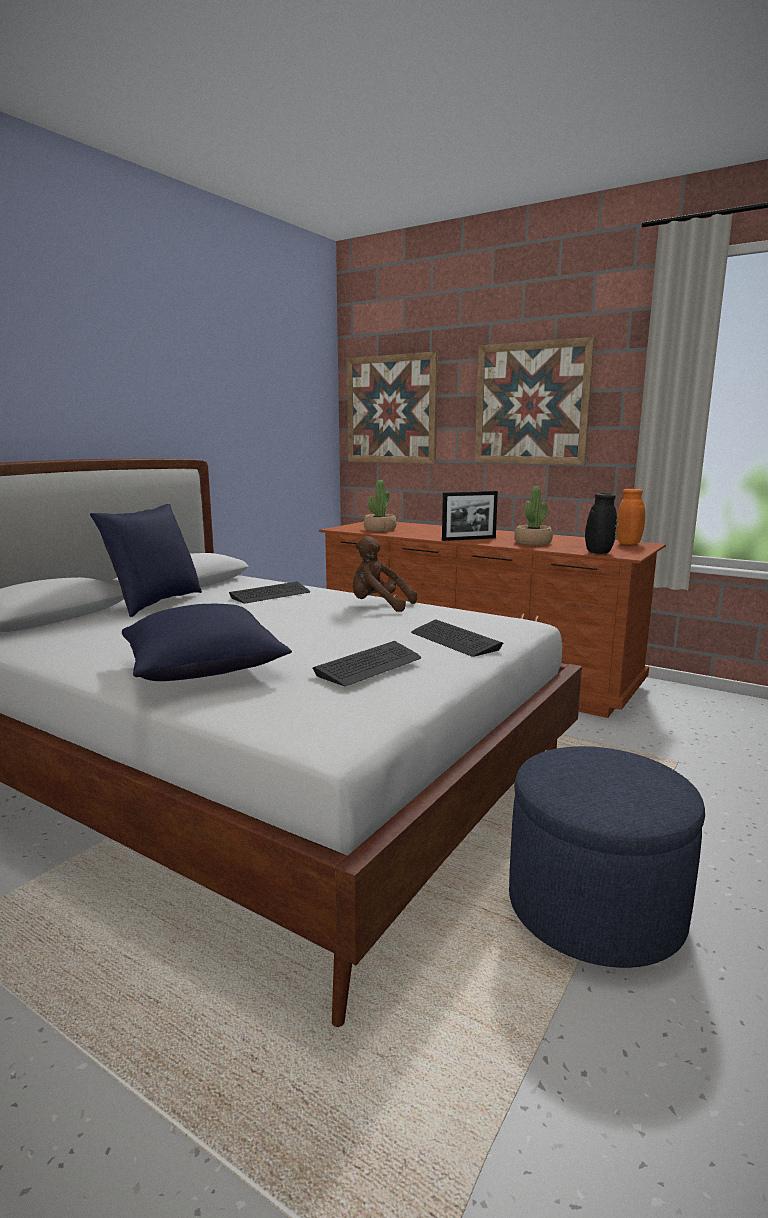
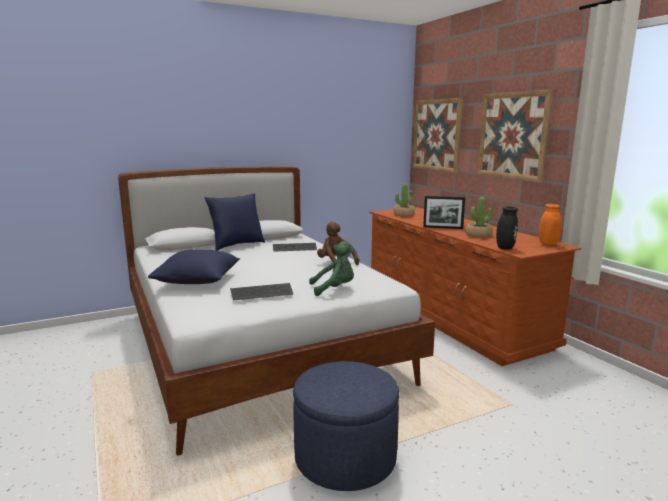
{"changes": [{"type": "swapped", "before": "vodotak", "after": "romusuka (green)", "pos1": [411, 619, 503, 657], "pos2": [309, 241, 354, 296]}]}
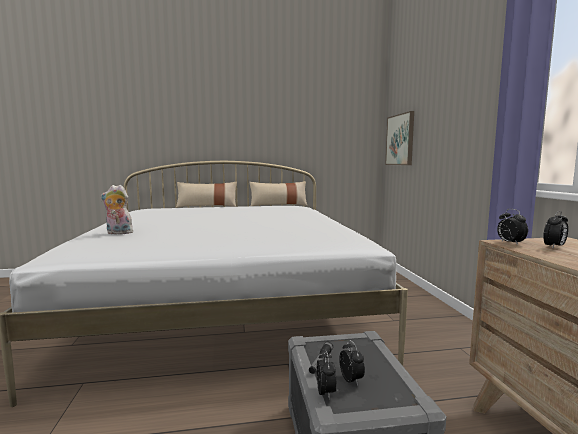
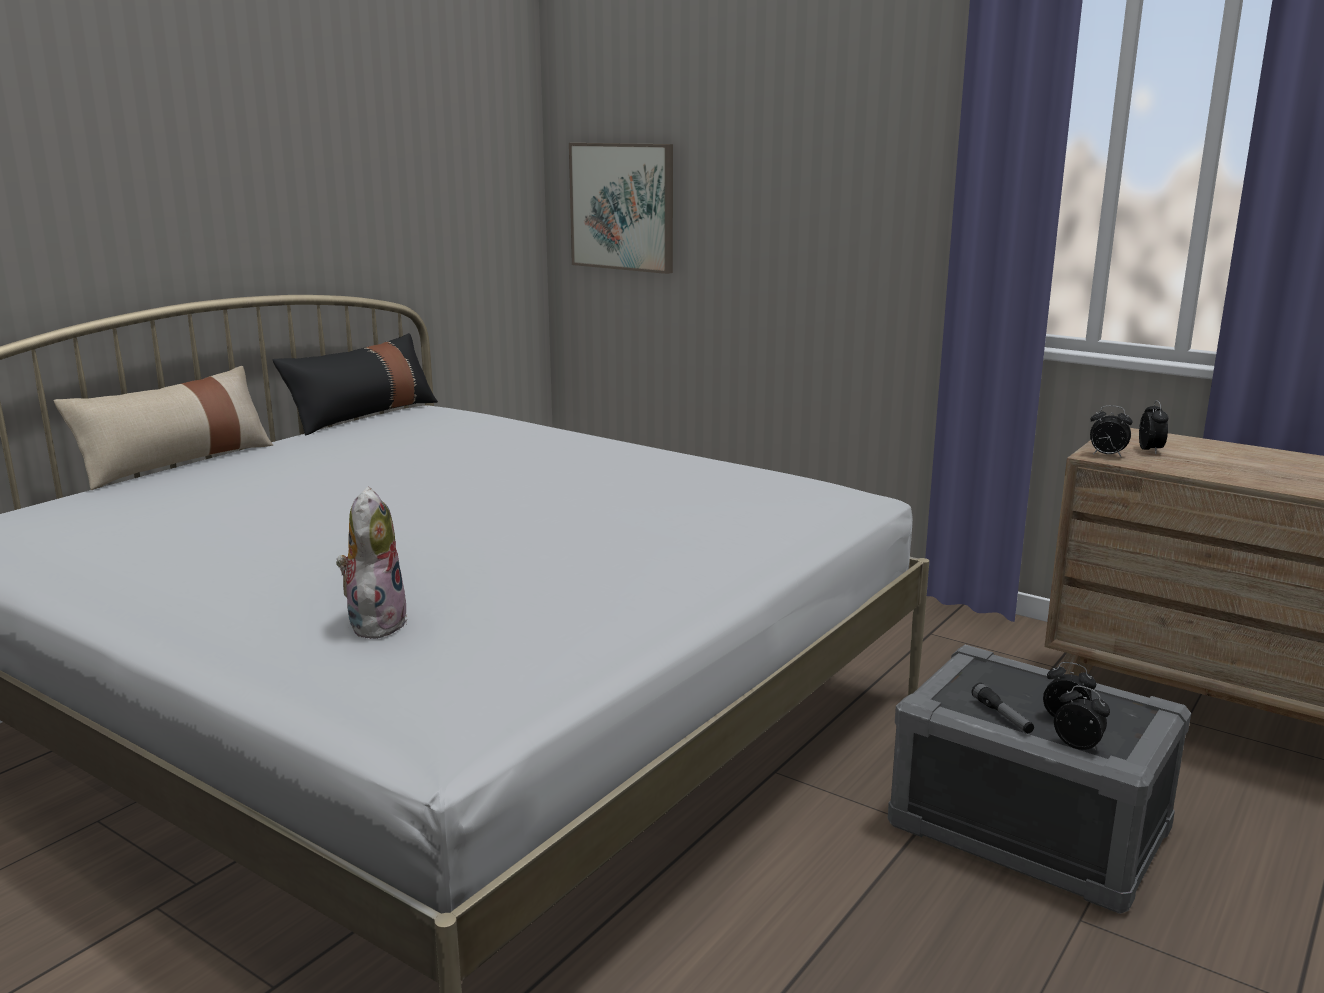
{"changes": [{"type": "rotated", "before": "romusuka", "pos1": [101, 185, 133, 234], "pos2": [336, 487, 407, 639], "turn": 135}, {"type": "repainted", "before": "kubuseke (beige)", "after": "kubuseke (black)", "pos1": [249, 181, 308, 206], "pos2": [273, 333, 438, 435]}]}
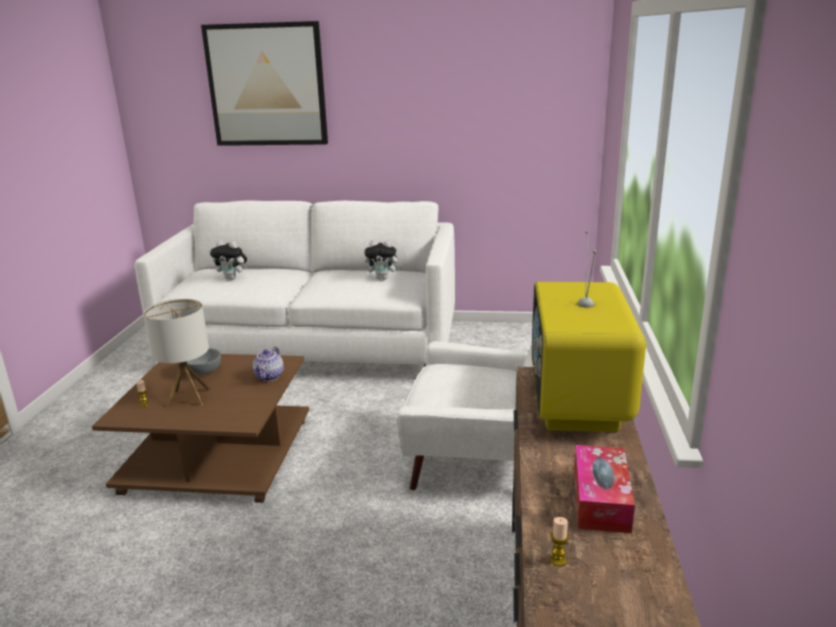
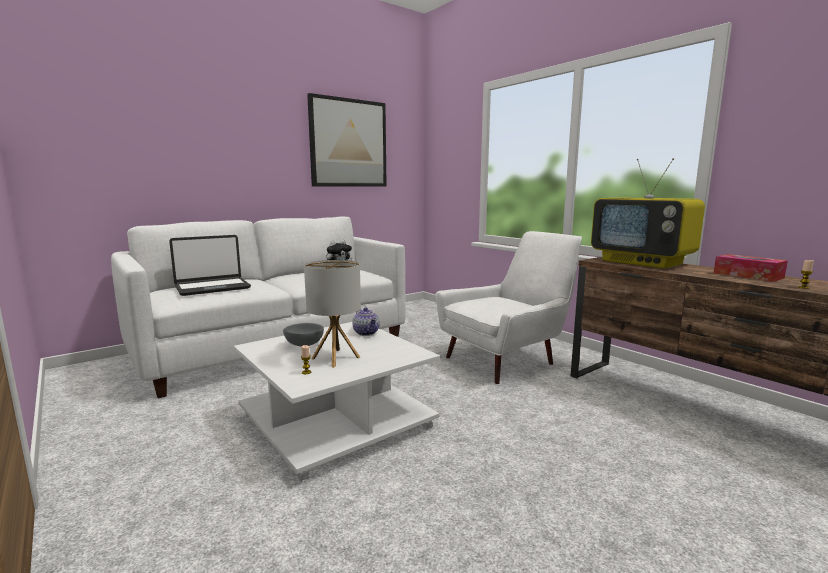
{"changes": [{"type": "repainted", "before": "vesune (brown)", "after": "vesune (white)", "pos1": [92, 354, 309, 503], "pos2": [234, 322, 440, 481]}, {"type": "shifted", "before": "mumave", "pos1": [201, 21, 328, 146], "pos2": [307, 93, 387, 187]}, {"type": "swapped", "before": "romusuka", "after": "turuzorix", "pos1": [210, 241, 248, 280], "pos2": [169, 235, 251, 296]}]}
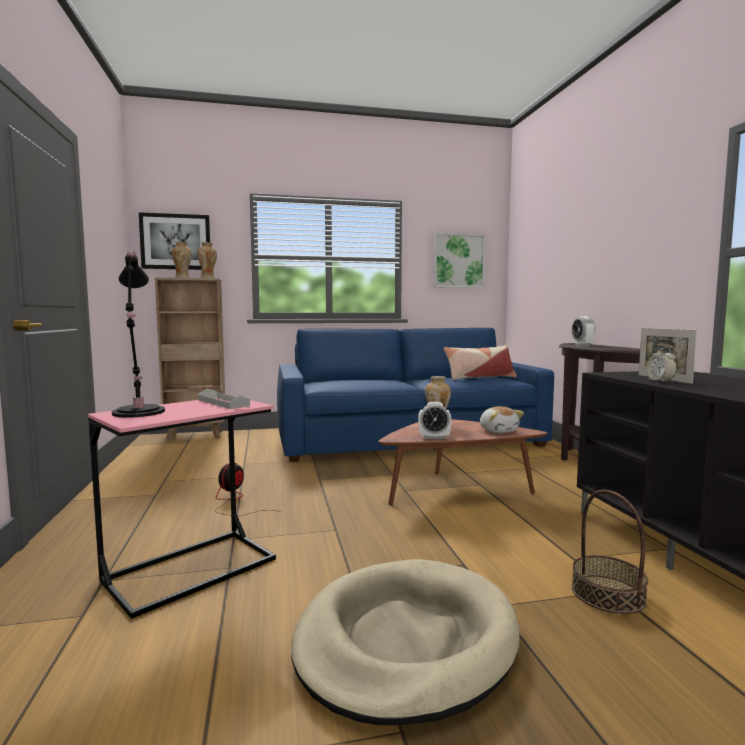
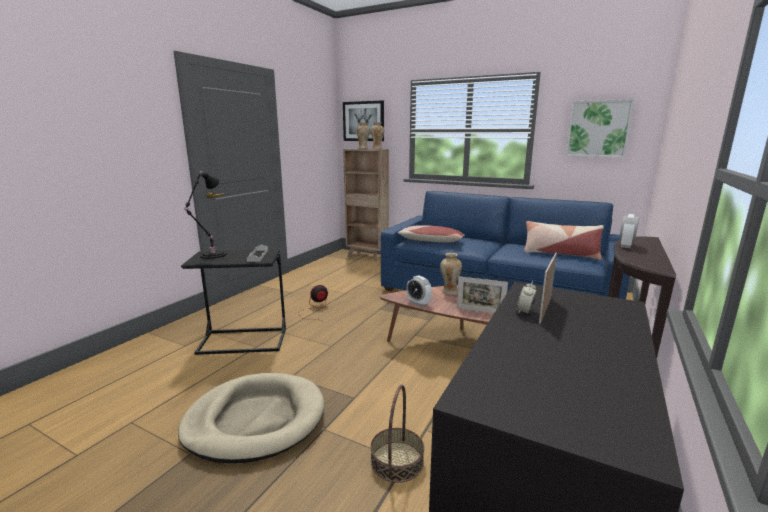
{"changes": [{"type": "repainted", "before": "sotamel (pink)", "after": "sotamel (black)", "pos1": [88, 398, 276, 619], "pos2": [181, 249, 286, 355]}, {"type": "swapped", "before": "romusuka", "after": "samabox", "pos1": [480, 406, 524, 433], "pos2": [457, 276, 508, 313]}, {"type": "new", "after": "kubuseke", "pos2": [398, 225, 465, 242]}]}
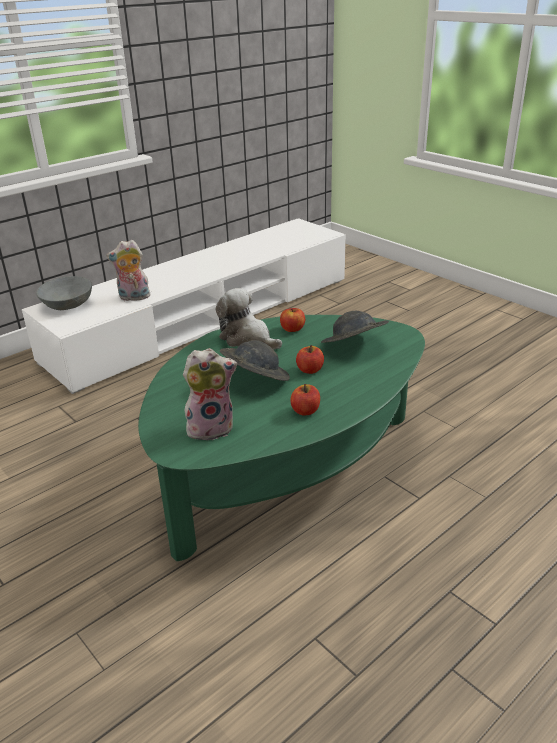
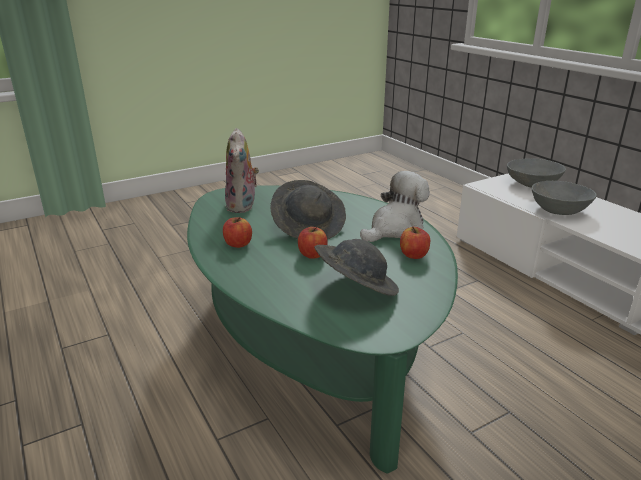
{"changes": [{"type": "swapped", "before": "romusuka", "after": "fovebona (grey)", "pos1": [107, 240, 150, 301], "pos2": [532, 181, 597, 215]}]}
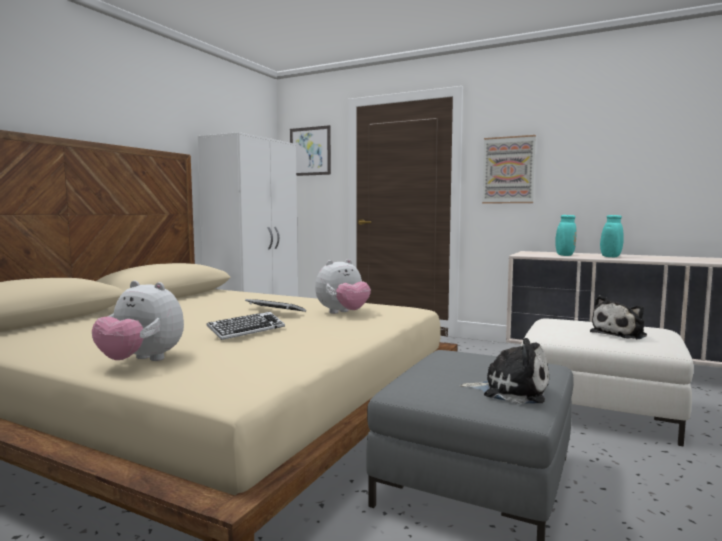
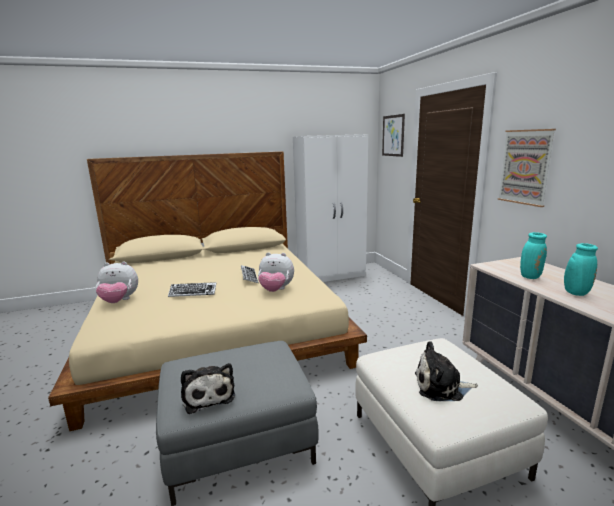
{"changes": [{"type": "rotated", "before": "romusuka", "pos1": [92, 281, 184, 361], "pos2": [96, 261, 138, 303], "turn": -75}]}
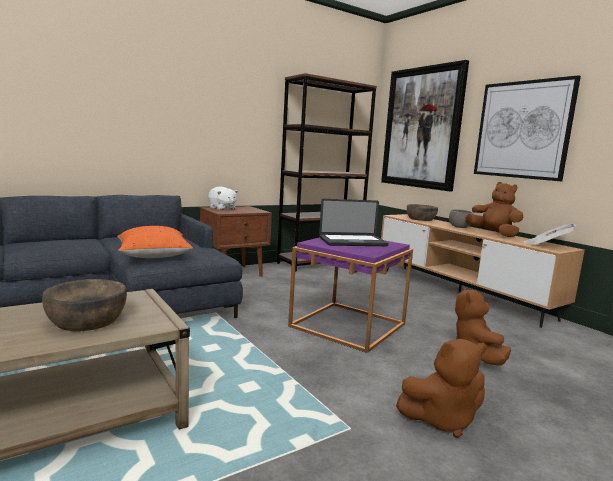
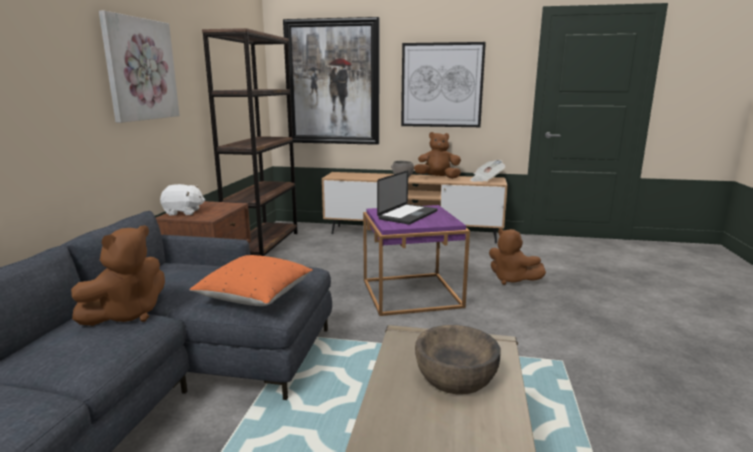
{"changes": [{"type": "shifted", "before": "romusuka (brown)", "pos1": [396, 339, 487, 438], "pos2": [71, 225, 165, 326]}, {"type": "gone", "before": "fovebona (brown)", "pos1": [407, 204, 438, 221]}, {"type": "new", "after": "mumave", "pos2": [99, 11, 180, 123]}]}
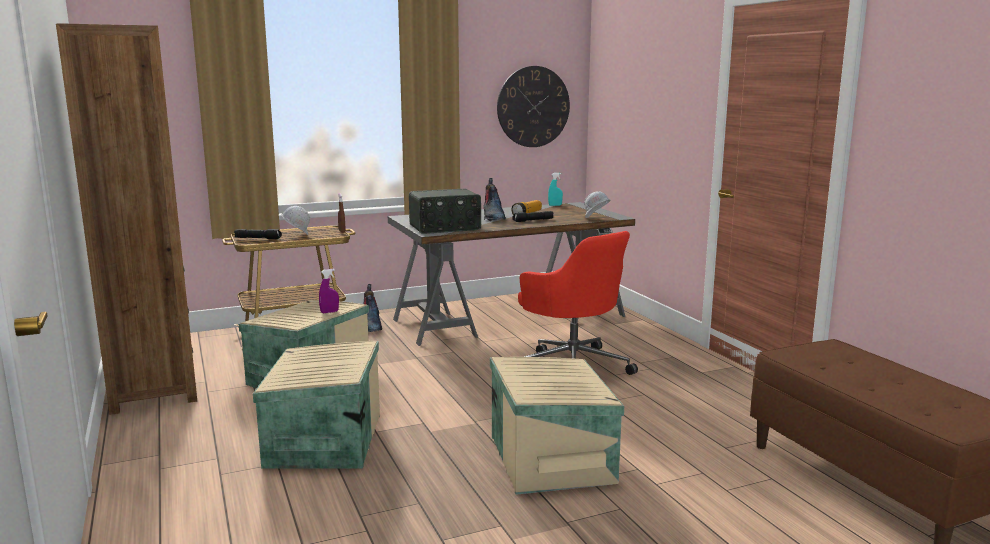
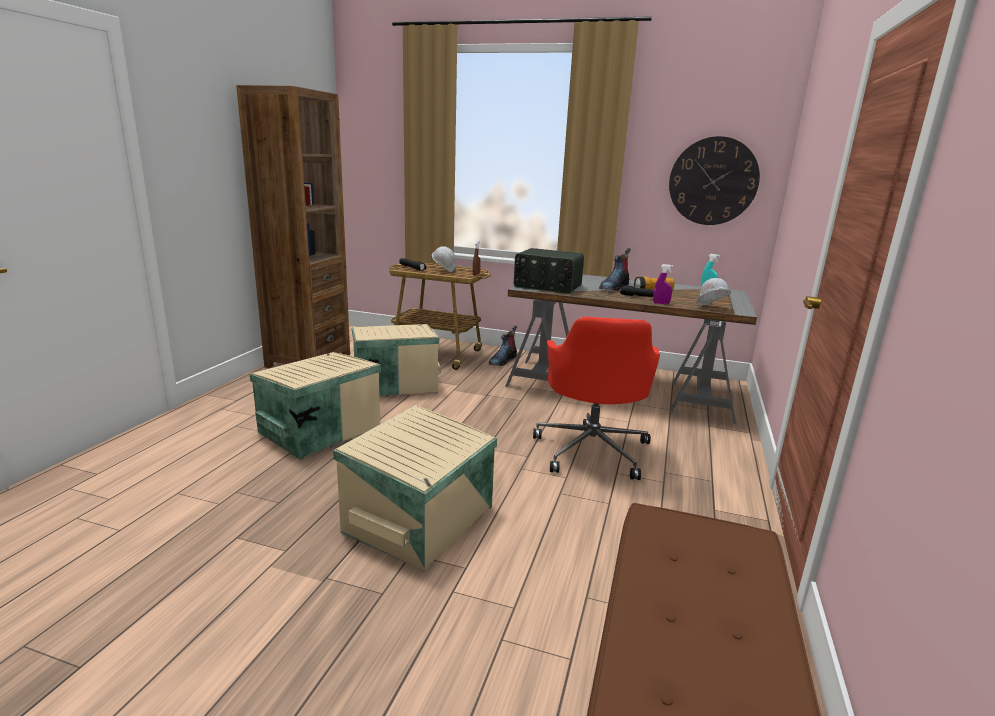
{"changes": [{"type": "shifted", "before": "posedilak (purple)", "pos1": [319, 269, 339, 313], "pos2": [653, 264, 674, 304]}]}
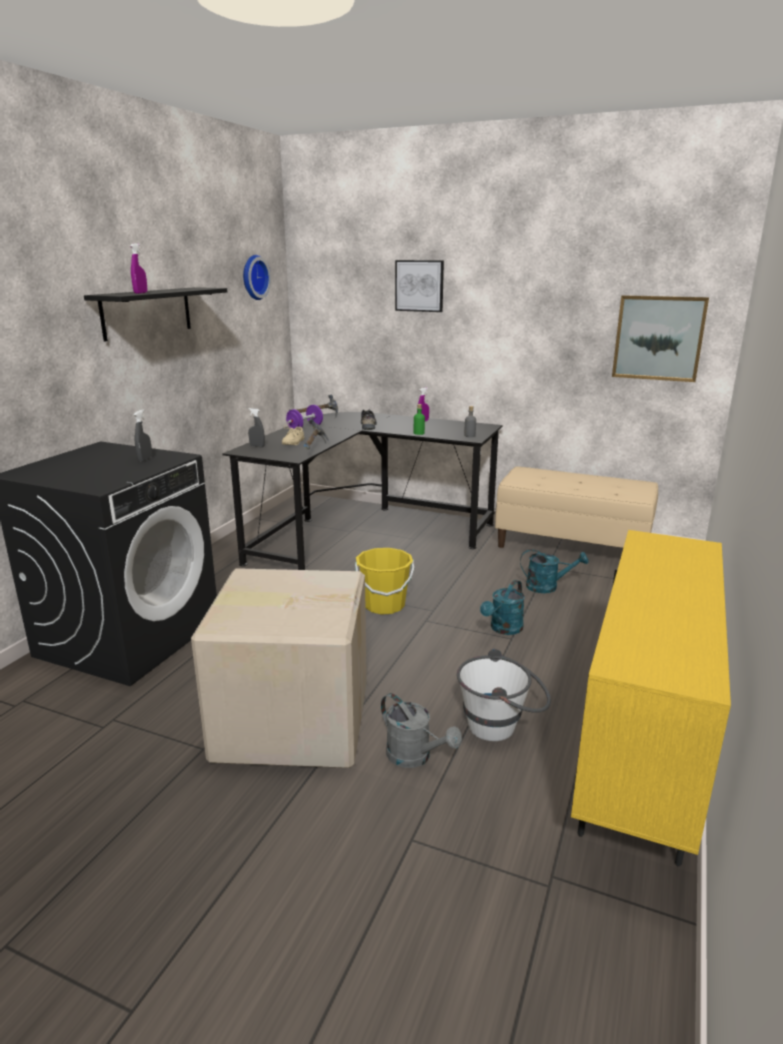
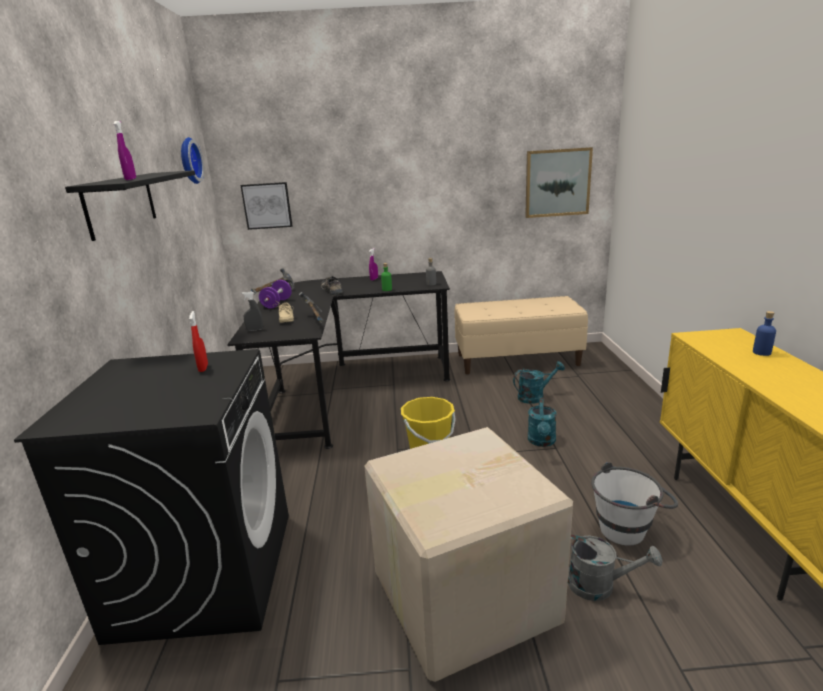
{"changes": [{"type": "repainted", "before": "posedilak (grey)", "after": "posedilak (red)", "pos1": [134, 409, 152, 462], "pos2": [189, 311, 208, 372]}, {"type": "shifted", "before": "mumave", "pos1": [395, 260, 444, 312], "pos2": [240, 182, 293, 230]}, {"type": "new", "after": "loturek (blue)", "pos2": [753, 311, 776, 356]}]}
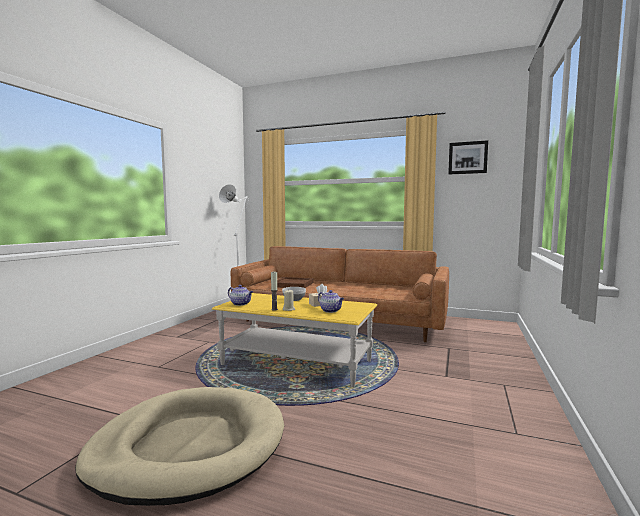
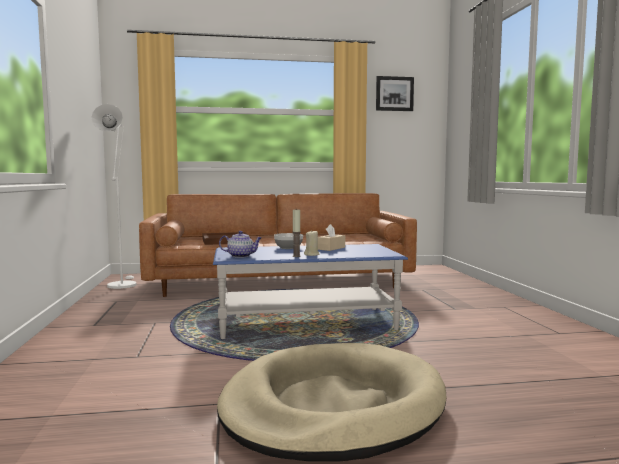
{"changes": [{"type": "repainted", "before": "vesune (yellow)", "after": "vesune (blue)", "pos1": [212, 293, 377, 387], "pos2": [213, 244, 408, 339]}, {"type": "gone", "before": "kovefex", "pos1": [318, 290, 344, 313]}]}
